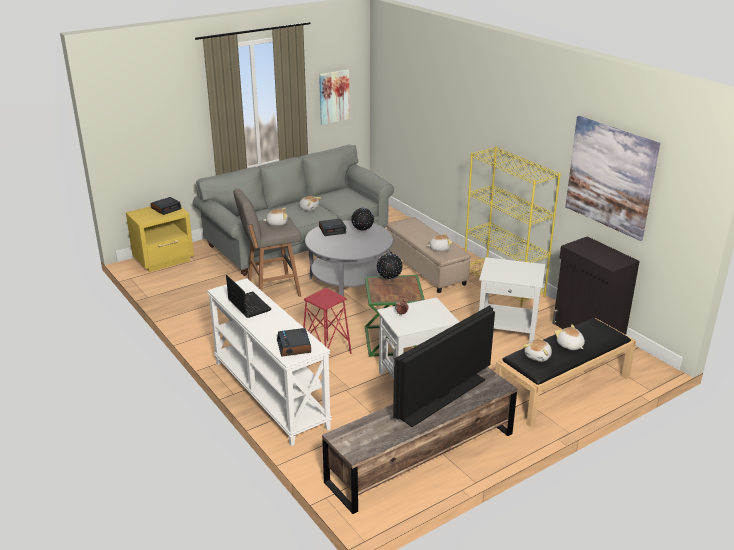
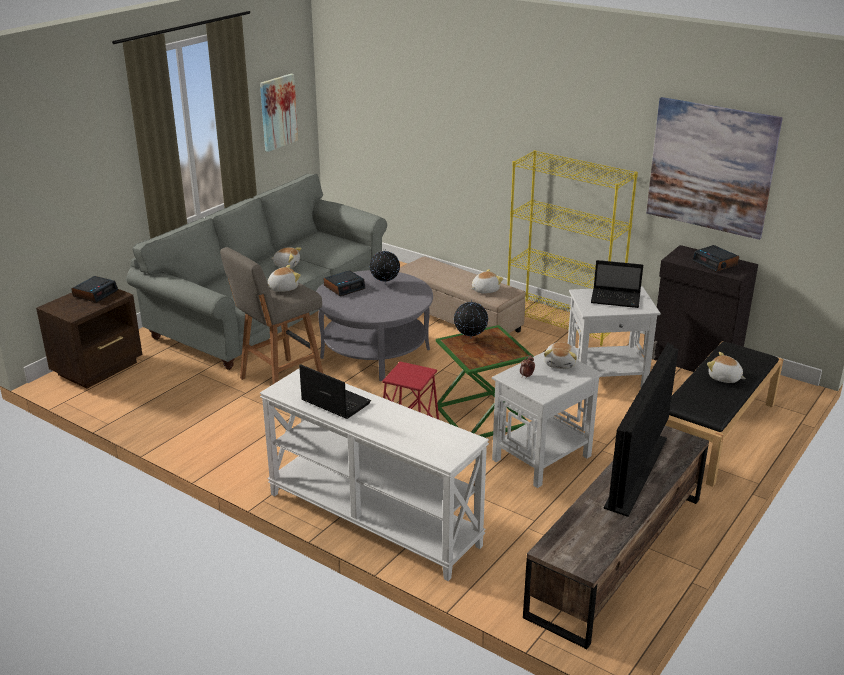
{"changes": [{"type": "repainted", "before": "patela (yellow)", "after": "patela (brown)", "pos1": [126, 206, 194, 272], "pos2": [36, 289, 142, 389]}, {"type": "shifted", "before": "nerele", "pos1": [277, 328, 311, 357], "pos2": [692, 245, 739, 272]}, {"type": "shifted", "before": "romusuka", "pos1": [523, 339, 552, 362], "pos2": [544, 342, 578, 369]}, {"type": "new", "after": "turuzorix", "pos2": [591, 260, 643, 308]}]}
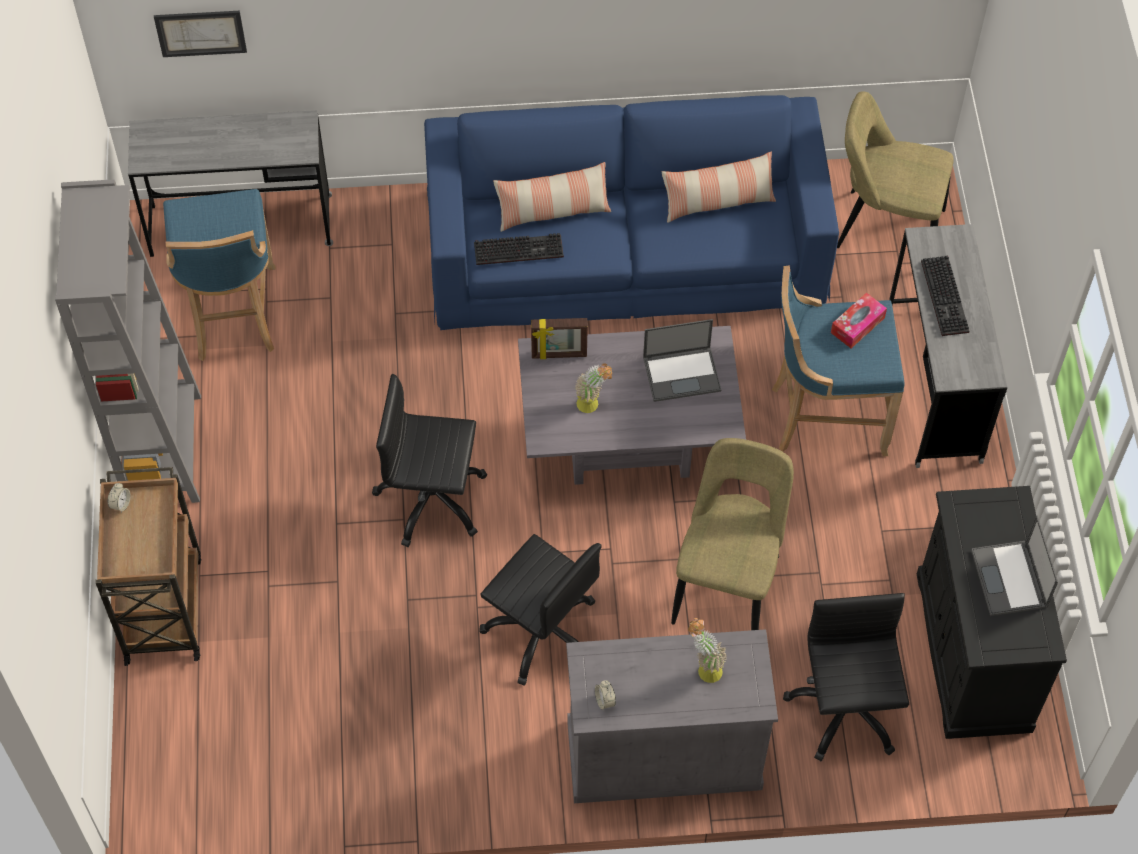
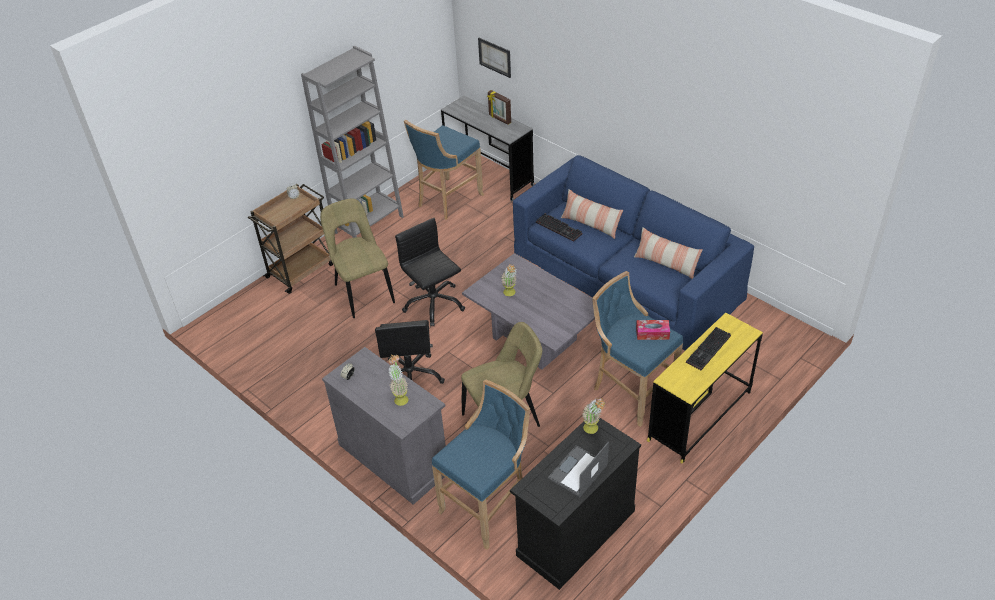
{"changes": [{"type": "shifted", "before": "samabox", "pos1": [531, 318, 588, 359], "pos2": [487, 90, 511, 125]}, {"type": "gone", "before": "turuzorix", "pos1": [643, 319, 721, 402]}, {"type": "swapped", "before": "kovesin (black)", "after": "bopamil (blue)", "pos1": [783, 593, 909, 761], "pos2": [432, 379, 530, 550]}, {"type": "shifted", "before": "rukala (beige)", "pos1": [837, 91, 954, 248], "pos2": [320, 198, 395, 318]}, {"type": "repainted", "before": "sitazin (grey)", "after": "sitazin (yellow)", "pos1": [889, 224, 1007, 468], "pos2": [647, 313, 763, 464]}, {"type": "new", "after": "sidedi", "pos2": [582, 398, 606, 434]}]}
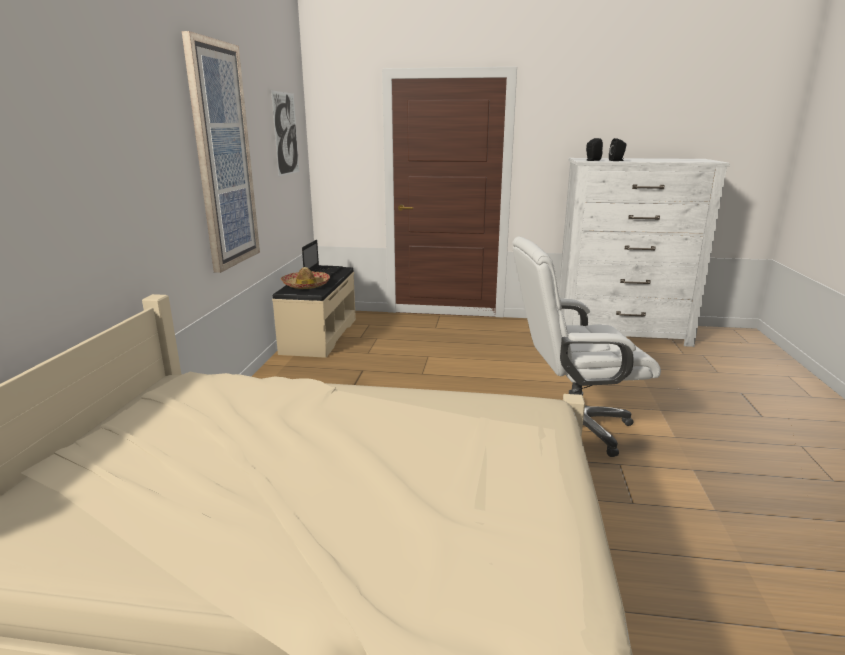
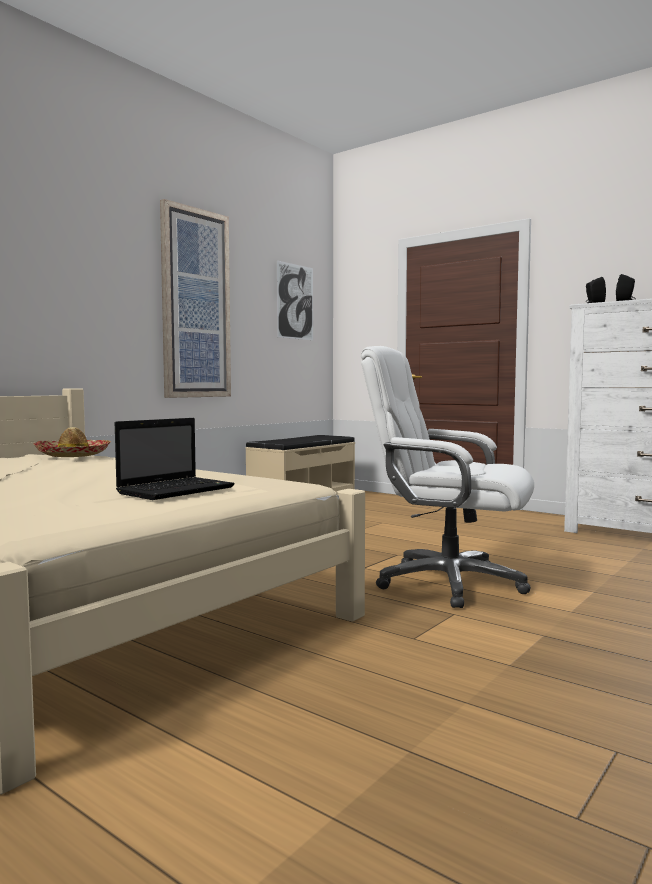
{"changes": [{"type": "shifted", "before": "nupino", "pos1": [281, 267, 330, 289], "pos2": [34, 427, 111, 457]}, {"type": "shifted", "before": "turuzorix", "pos1": [302, 240, 343, 277], "pos2": [115, 418, 235, 500]}]}
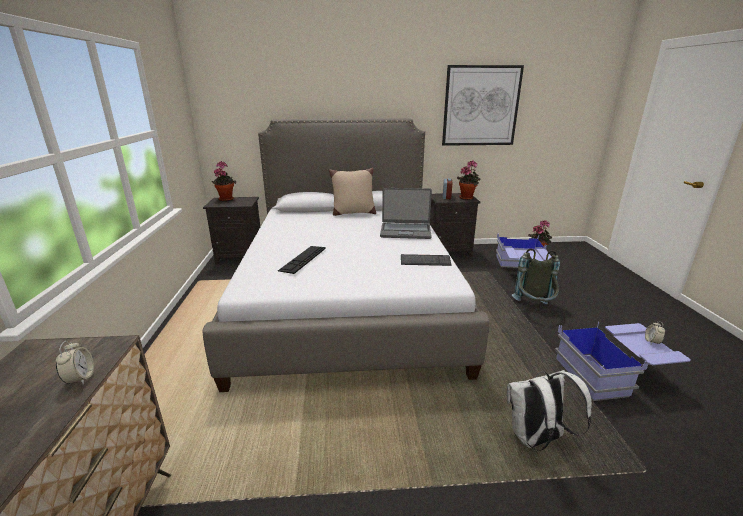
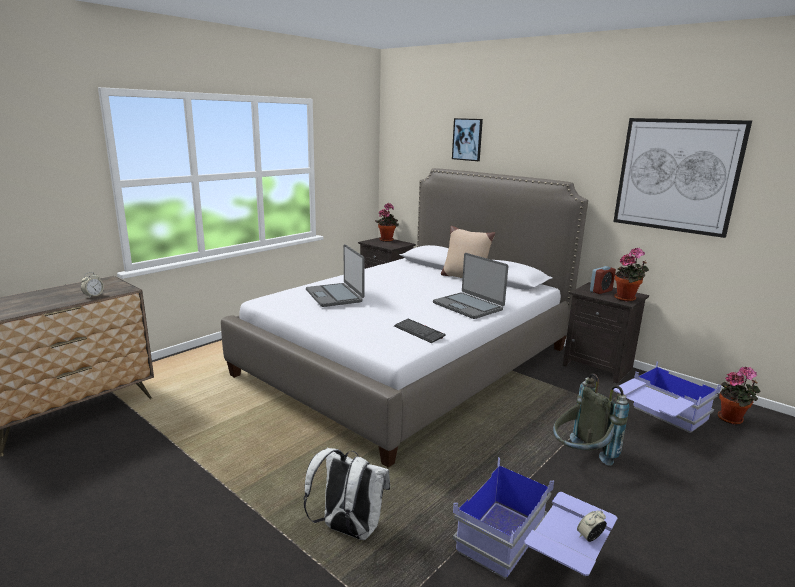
{"changes": [{"type": "swapped", "before": "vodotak", "after": "turuzorix", "pos1": [278, 246, 326, 274], "pos2": [306, 244, 365, 307]}, {"type": "new", "after": "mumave", "pos2": [452, 118, 483, 161]}]}
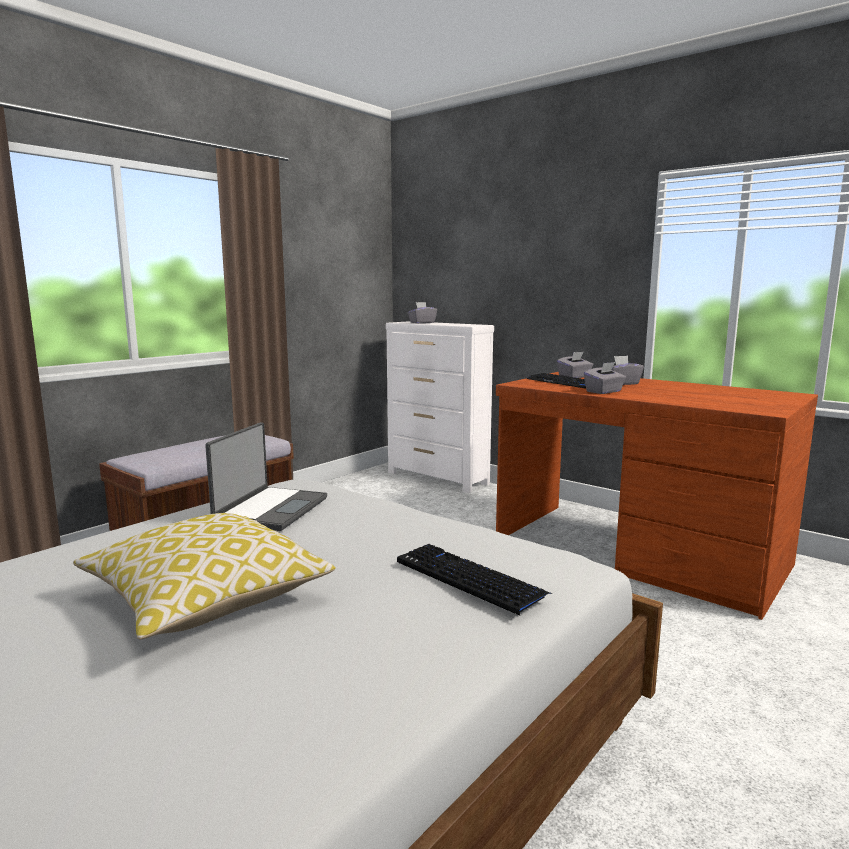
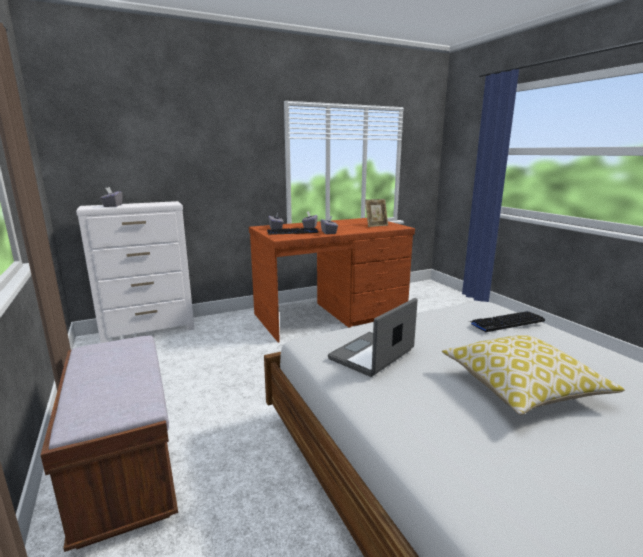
{"changes": [{"type": "rotated", "before": "turuzorix", "pos1": [205, 422, 327, 531], "pos2": [328, 298, 418, 377], "turn": -90}, {"type": "new", "after": "samabox", "pos2": [365, 199, 388, 227]}]}
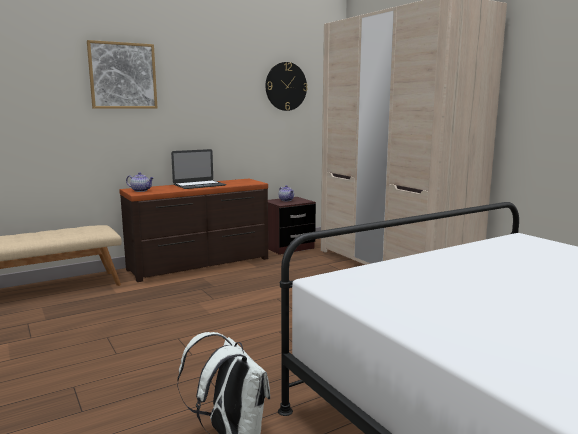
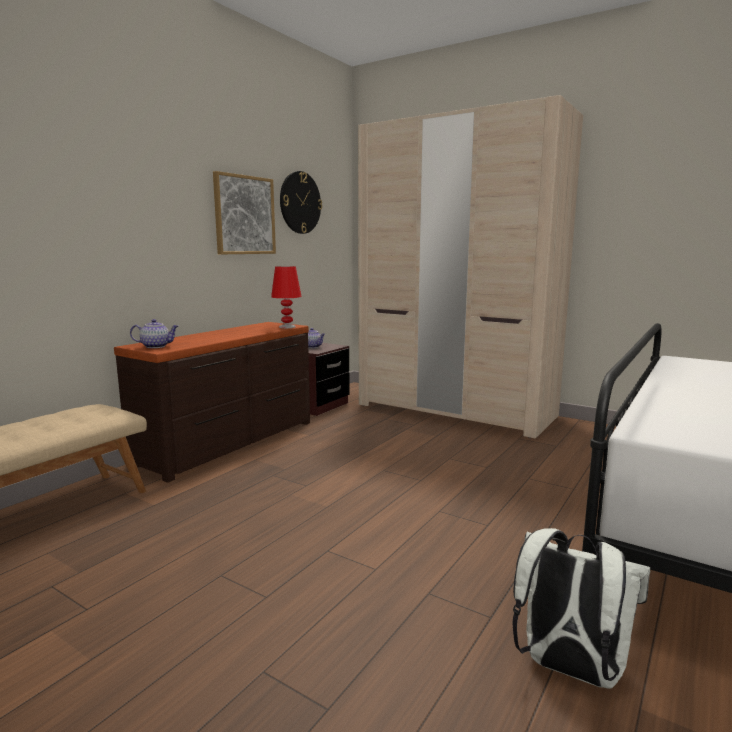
{"changes": [{"type": "shifted", "before": "mumave", "pos1": [87, 40, 157, 109], "pos2": [213, 171, 276, 254]}, {"type": "gone", "before": "turuzorix", "pos1": [171, 149, 226, 189]}, {"type": "new", "after": "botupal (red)", "pos2": [271, 266, 302, 328]}]}
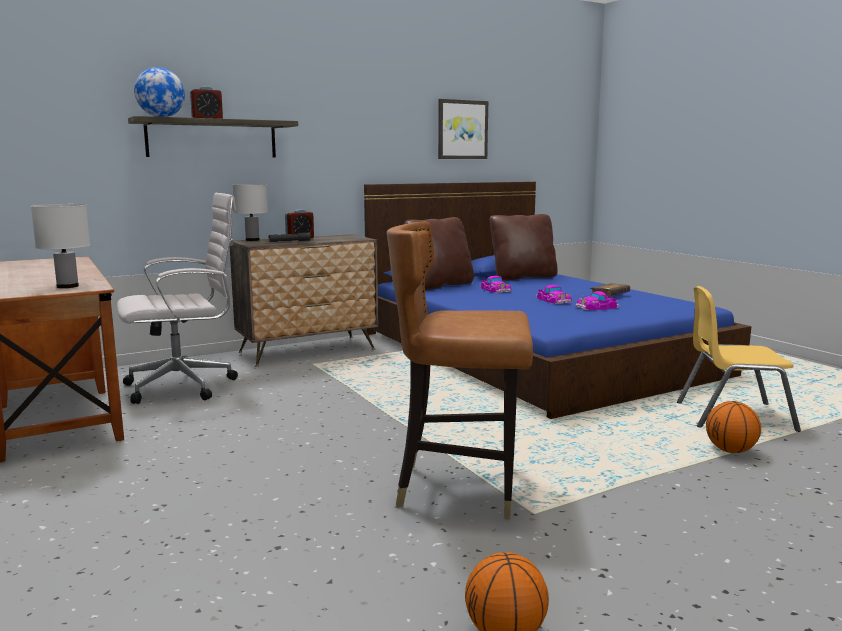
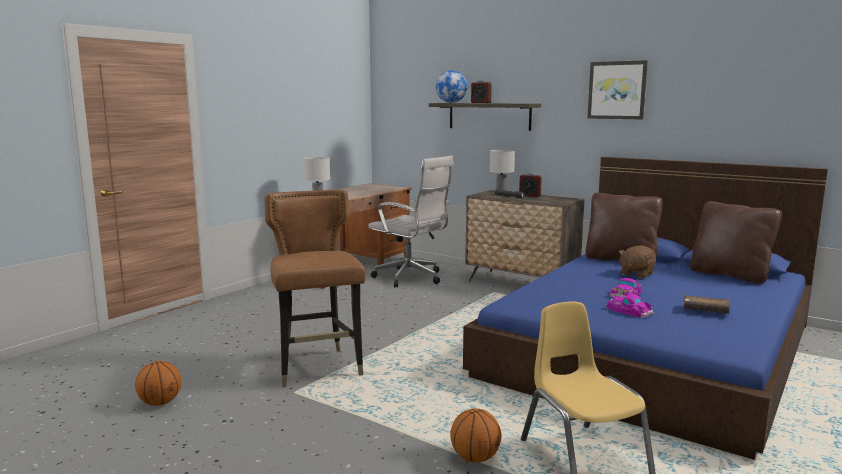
{"changes": [{"type": "shifted", "before": "mumave", "pos1": [438, 99, 488, 159], "pos2": [588, 60, 648, 120]}, {"type": "swapped", "before": "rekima", "after": "romusuka (brown)", "pos1": [480, 276, 511, 293], "pos2": [619, 246, 656, 278]}]}
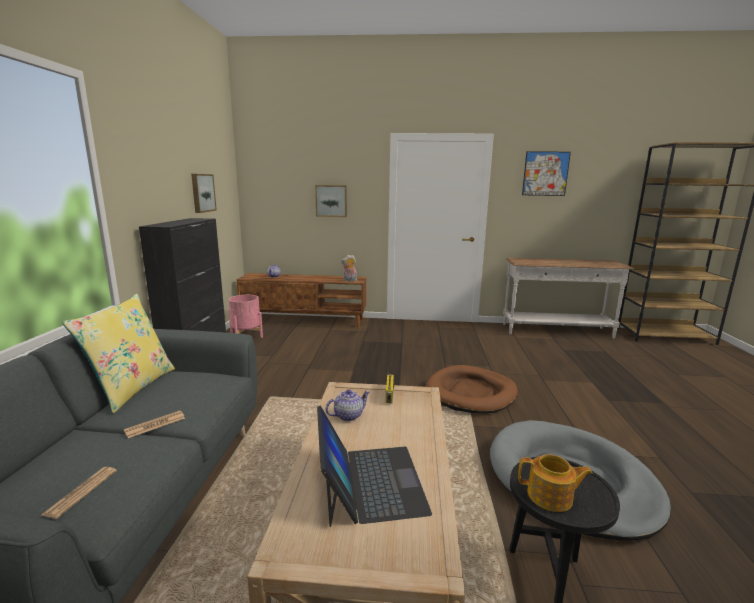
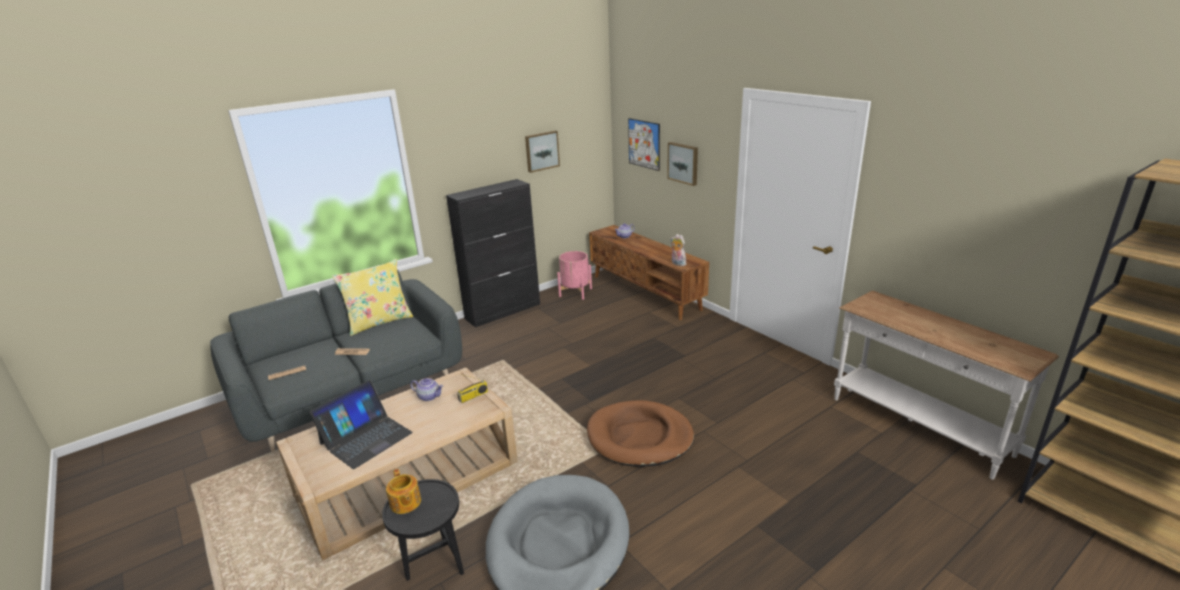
{"changes": [{"type": "shifted", "before": "mumave", "pos1": [522, 151, 571, 196], "pos2": [628, 118, 660, 171]}]}
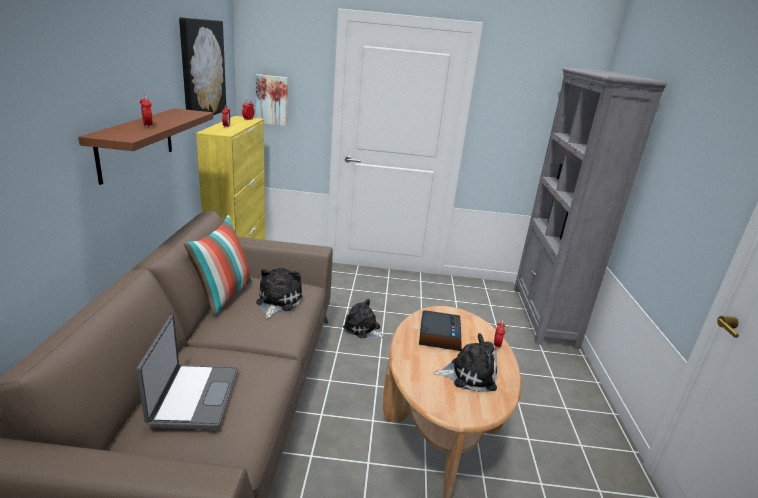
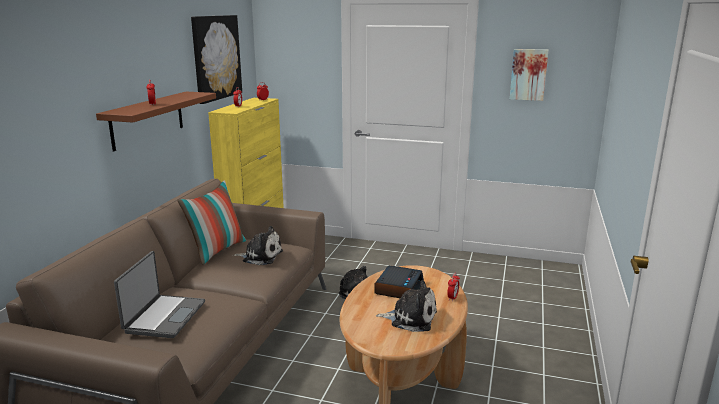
{"changes": [{"type": "shifted", "before": "mumave", "pos1": [256, 74, 288, 126], "pos2": [510, 49, 549, 101]}, {"type": "rotated", "before": "romusuka", "pos1": [256, 268, 302, 318], "pos2": [233, 226, 283, 265], "turn": 75}, {"type": "gone", "before": "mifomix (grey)", "pos1": [514, 67, 667, 349]}]}
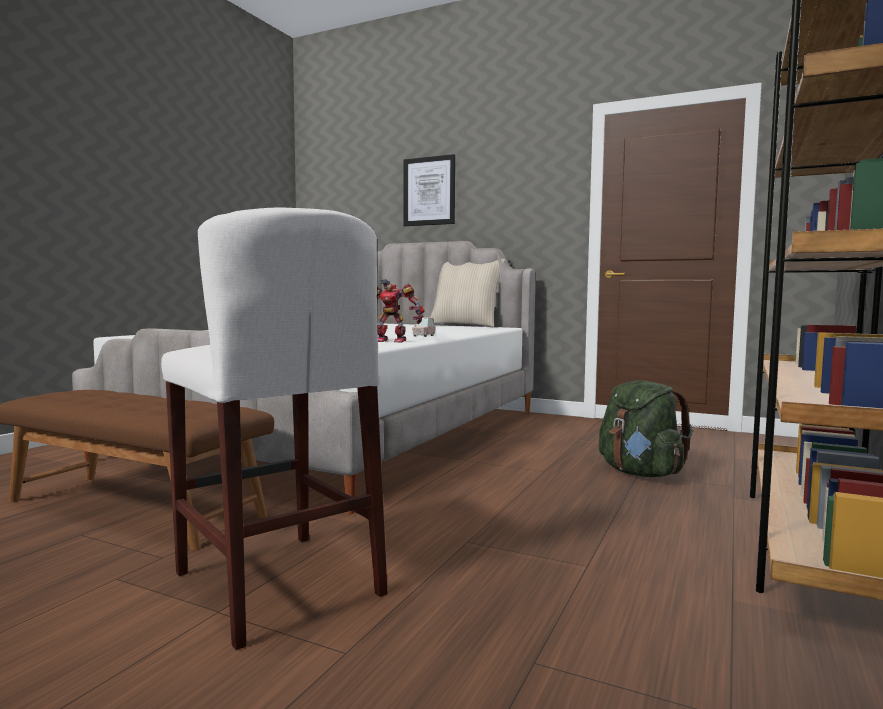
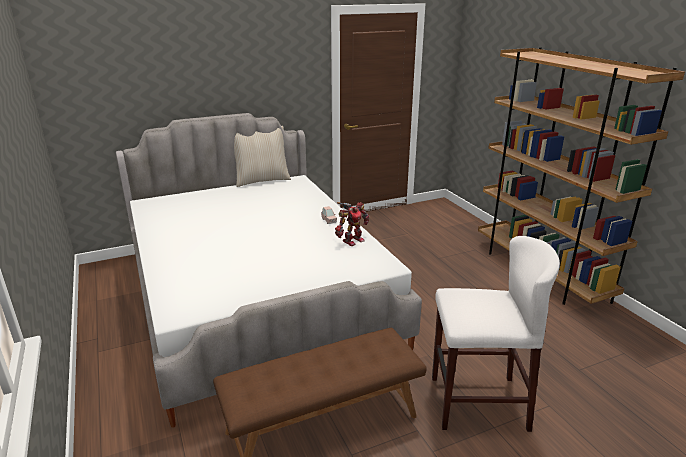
{"changes": [{"type": "gone", "before": "mumave", "pos1": [404, 154, 455, 226]}, {"type": "gone", "before": "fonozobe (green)", "pos1": [598, 380, 692, 477]}]}
